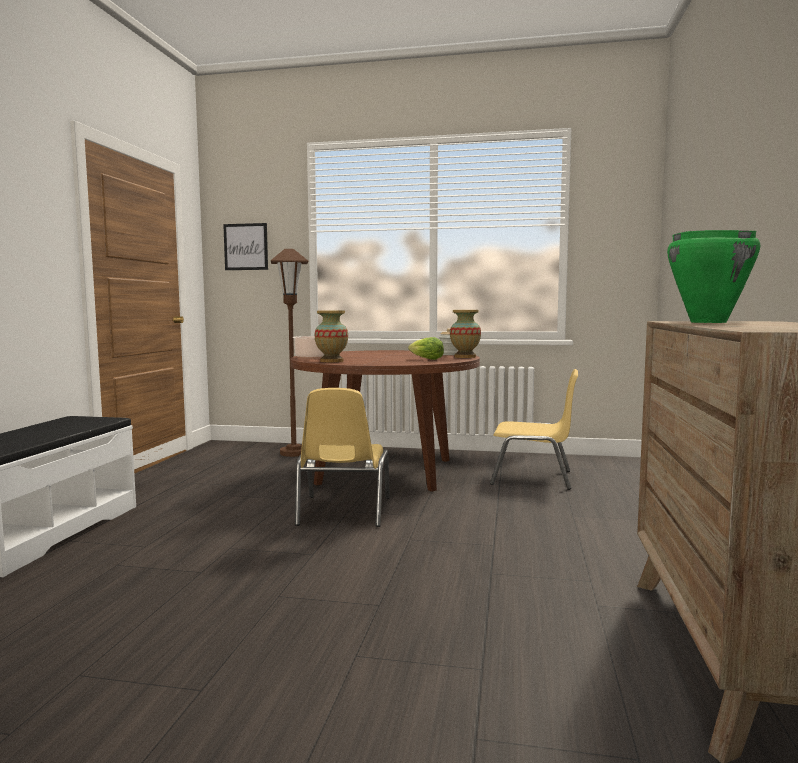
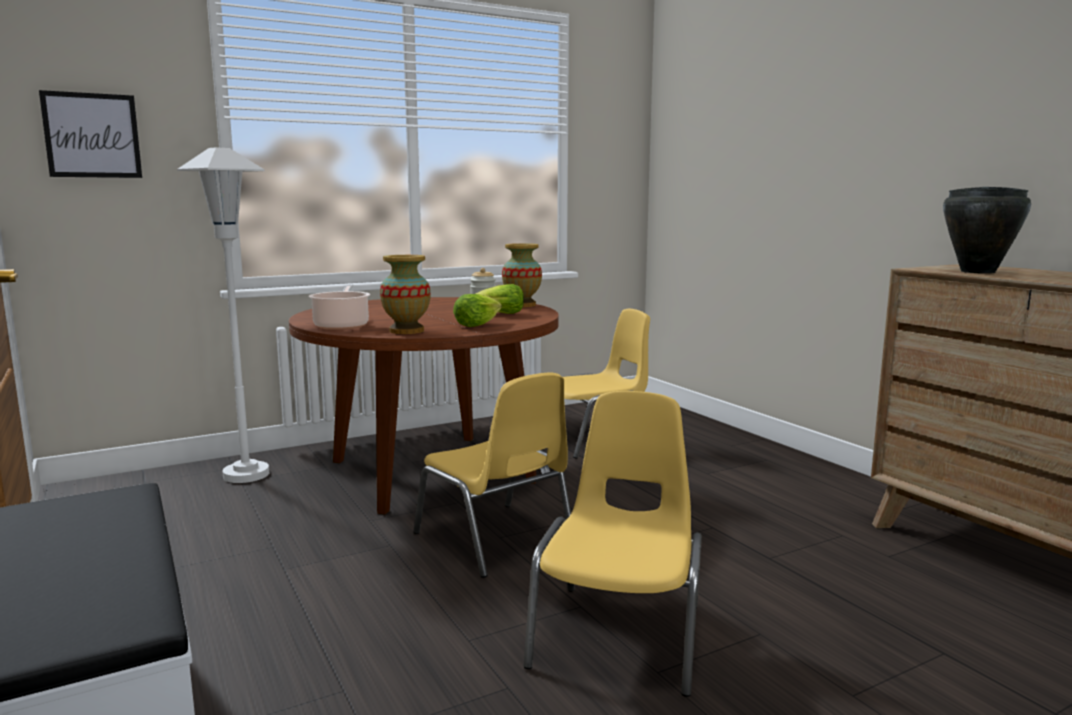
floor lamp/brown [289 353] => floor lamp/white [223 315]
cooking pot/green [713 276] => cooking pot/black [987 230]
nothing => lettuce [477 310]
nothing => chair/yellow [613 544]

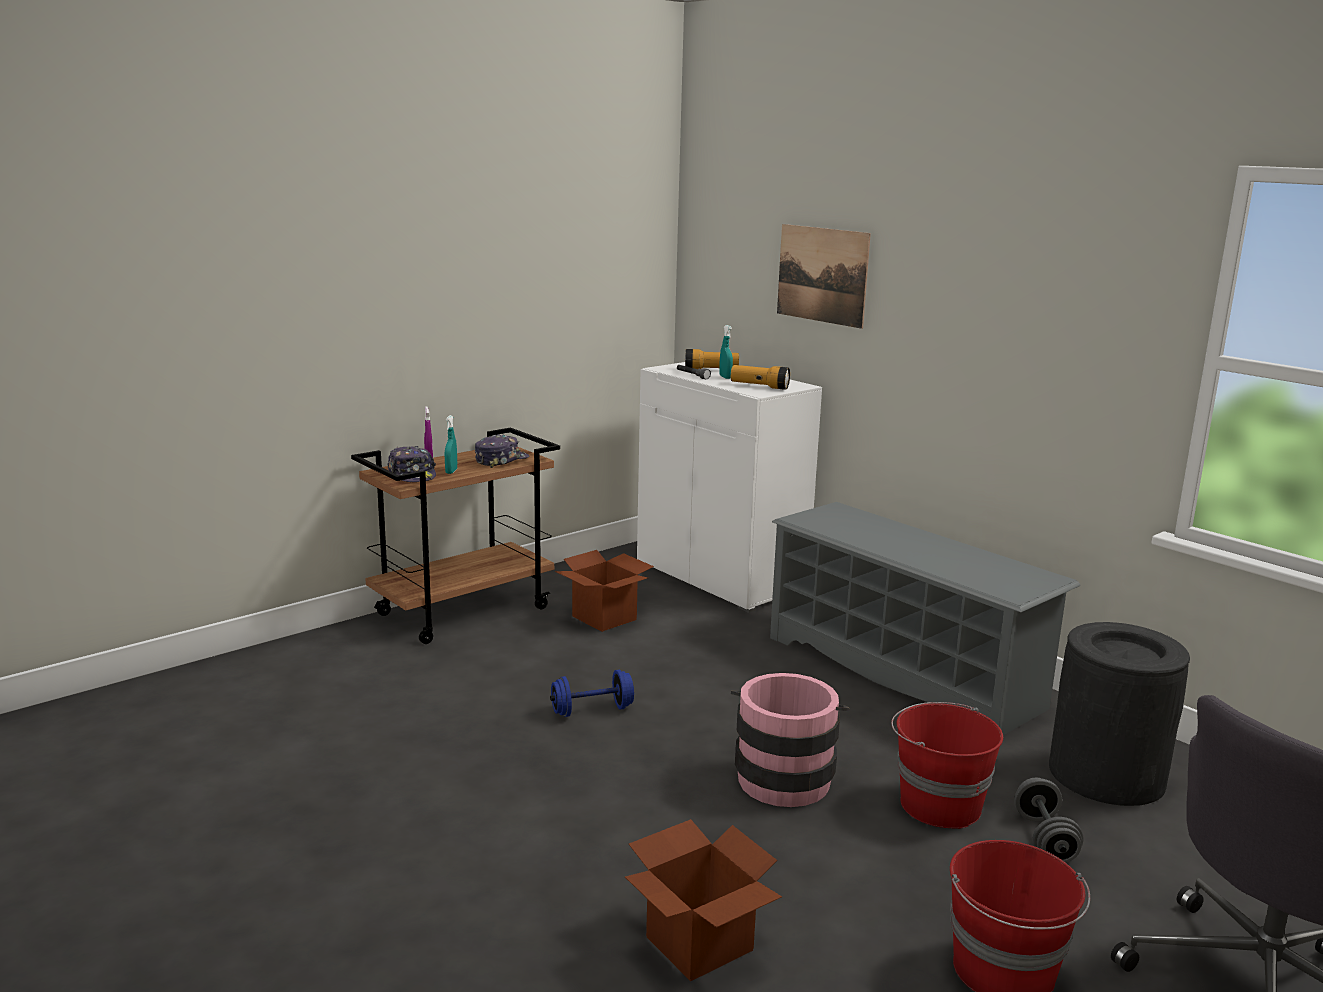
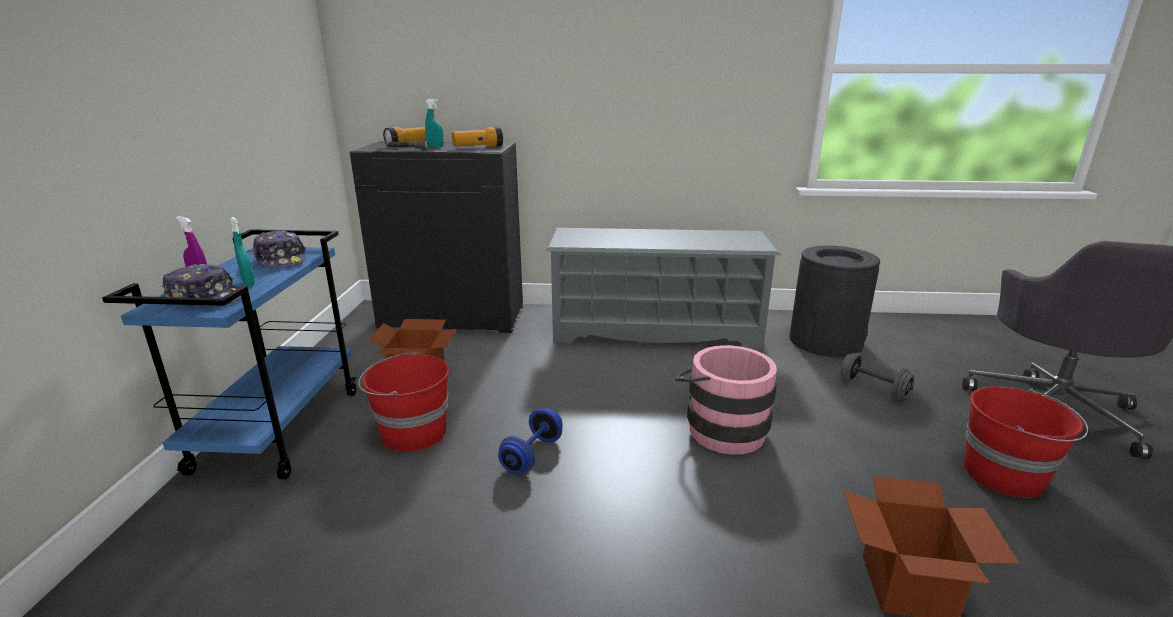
cart/brown [455 536] => cart/blue [229 354]
cap [502 451] => cap [279 249], 150 degrees clockwise
cabinet/white [729 487] => cabinet/black [436 237]
picture [824 276] => nothing
bucket/red [947 765] => bucket/red [403 402], moved

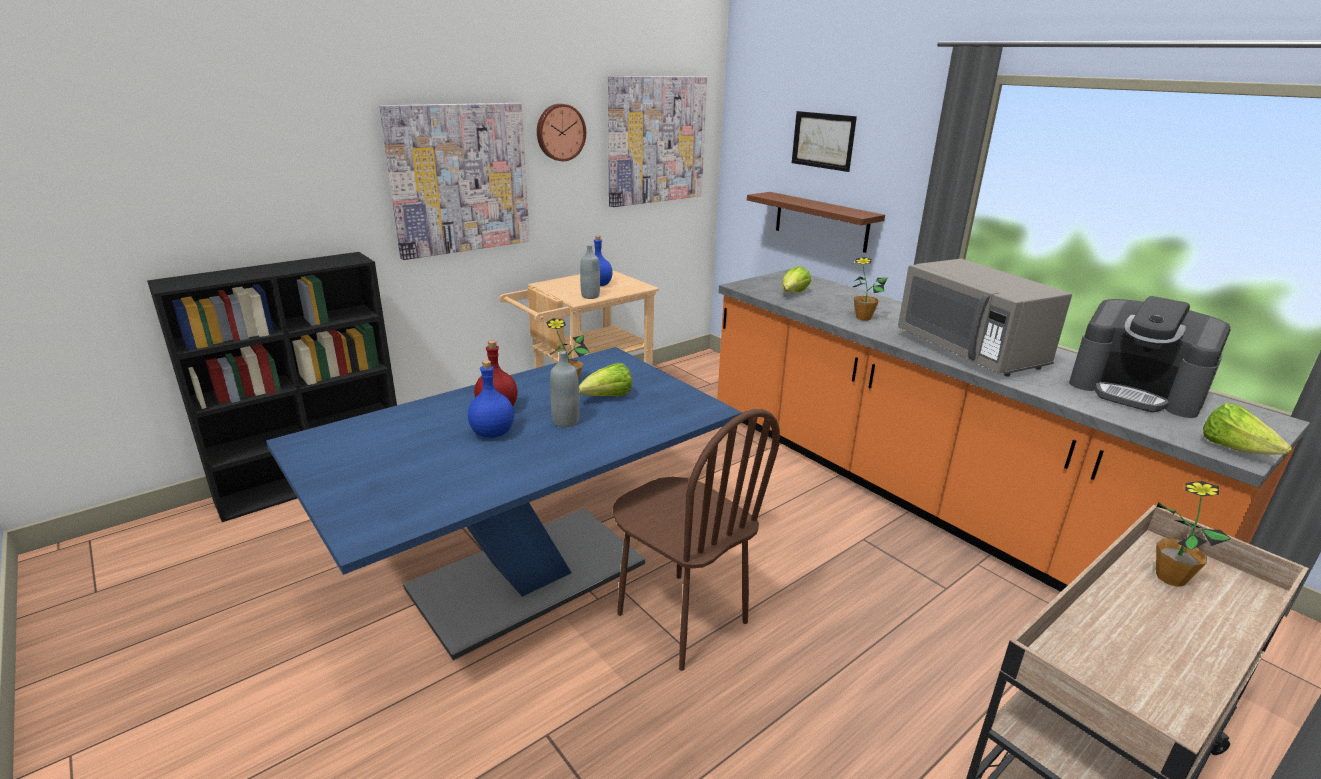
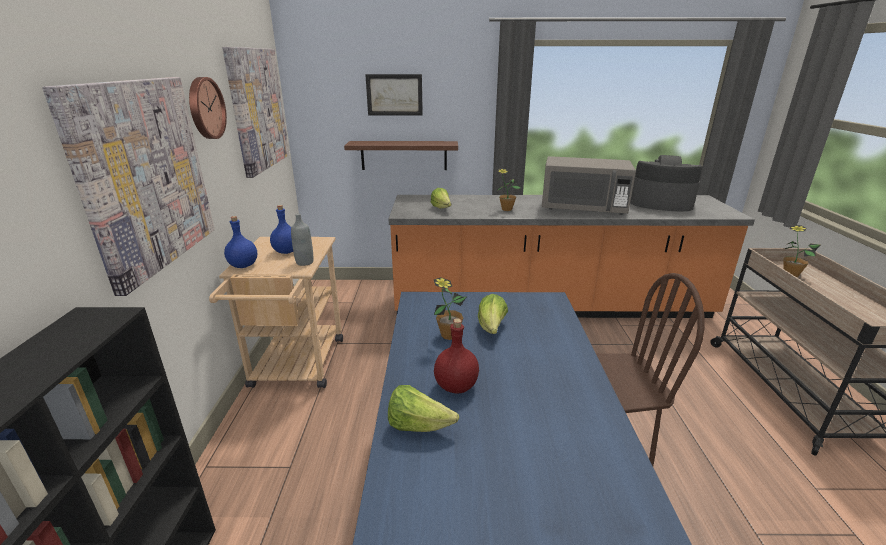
bottle/blue [491 399] => bottle/blue [240 242], moved
bottle/grey [565 389] => nothing
coffee machine [1150 357] => coffee machine [666 183], 150 degrees counterclockwise
lettuce [1247 429] => lettuce [423 408], moved

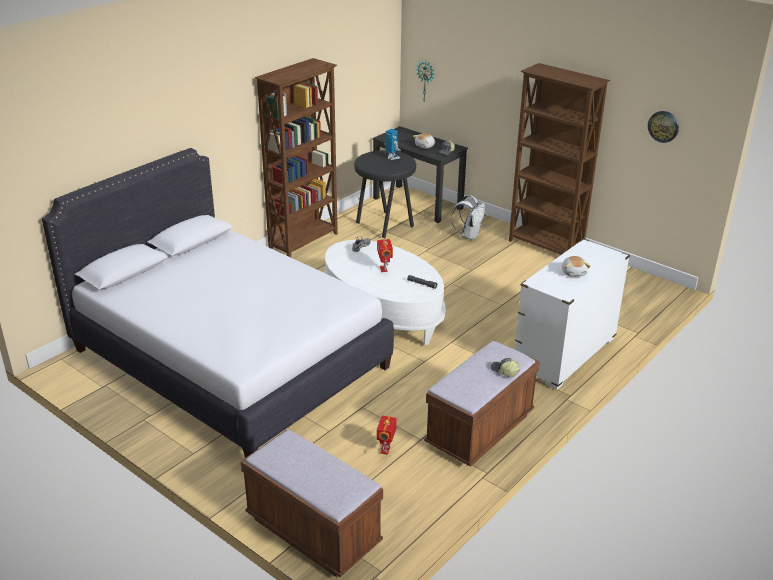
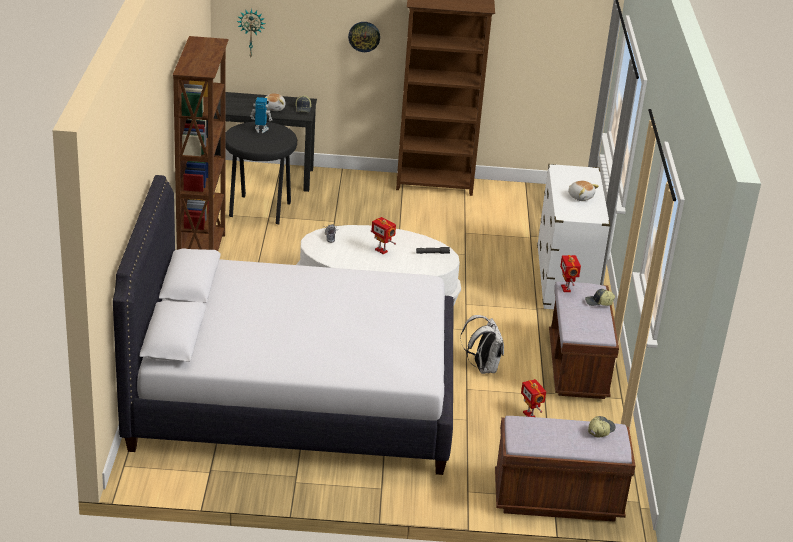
backpack/white [468 218] => backpack/white [482 344], moved
wall clock [663 127] => wall clock [364 37], moved
nothing => toy robot [570 273]
nothing => cap [602 427]

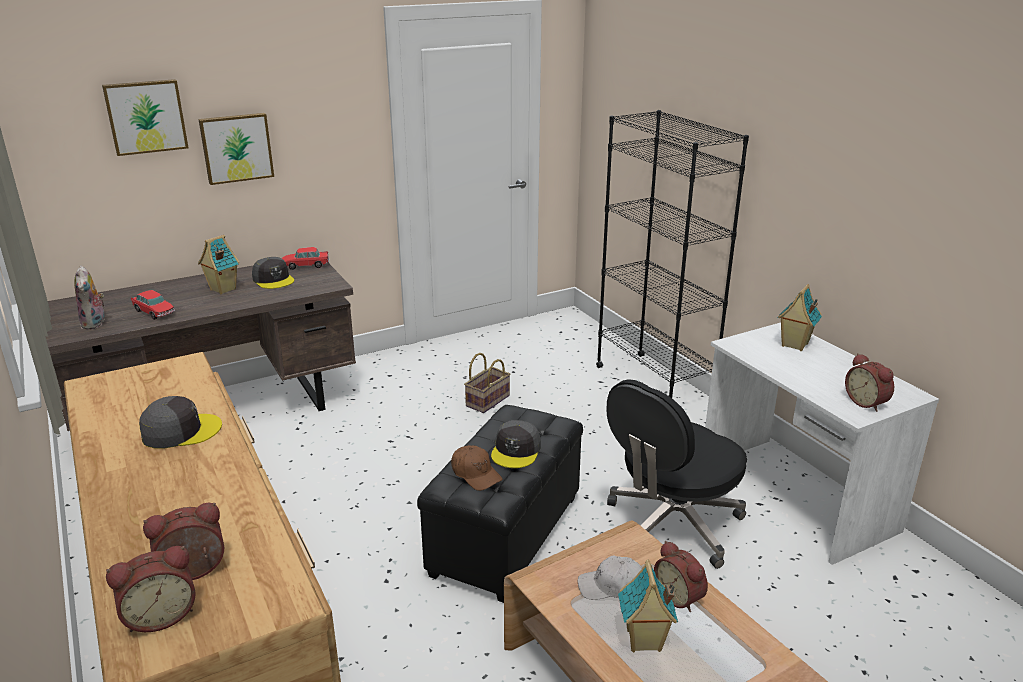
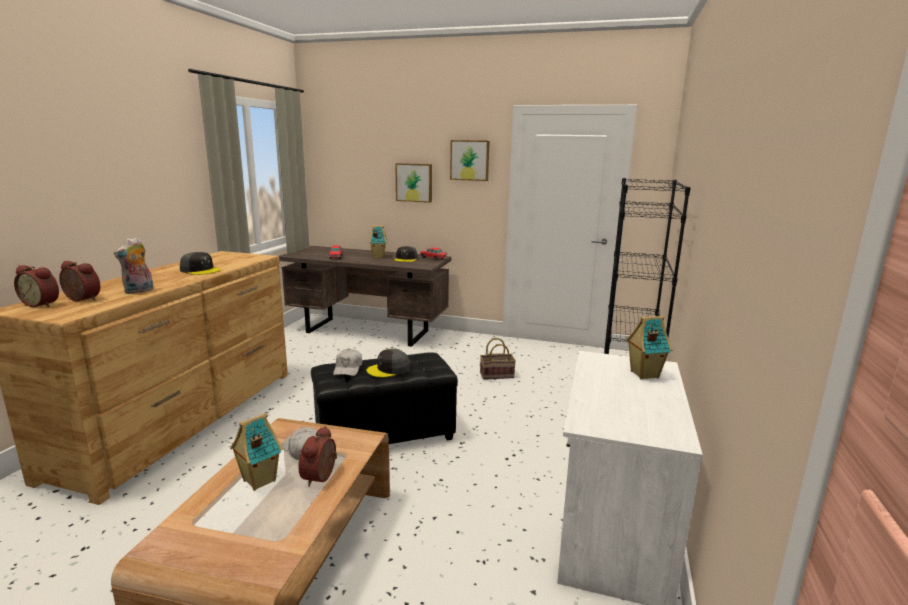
plush toy [89 298] => plush toy [133 265], moved
picture [145 117] => picture [470 160], moved
cap/brown [476 468] => cap/white [347 362]
office chair/black [677 474] => nothing
alarm clock [869 382] => nothing

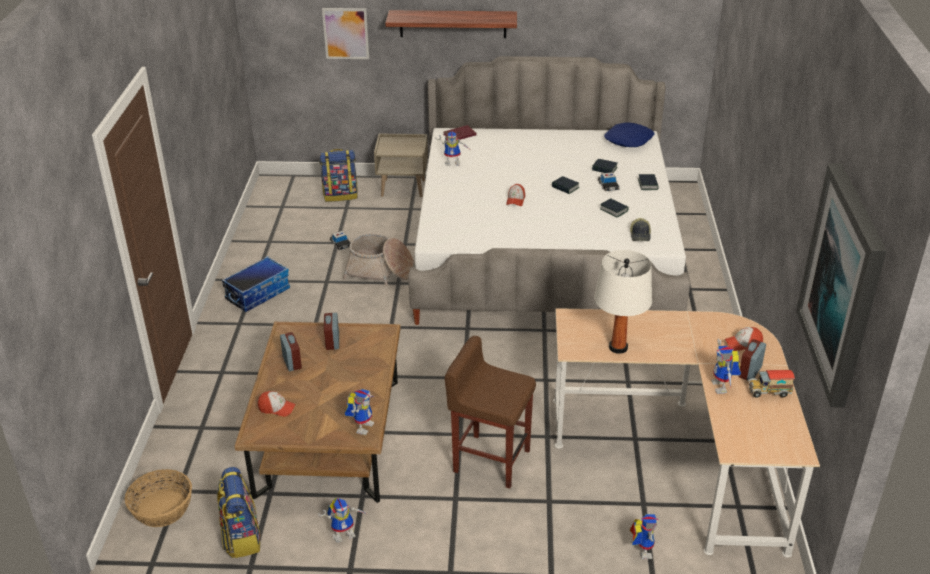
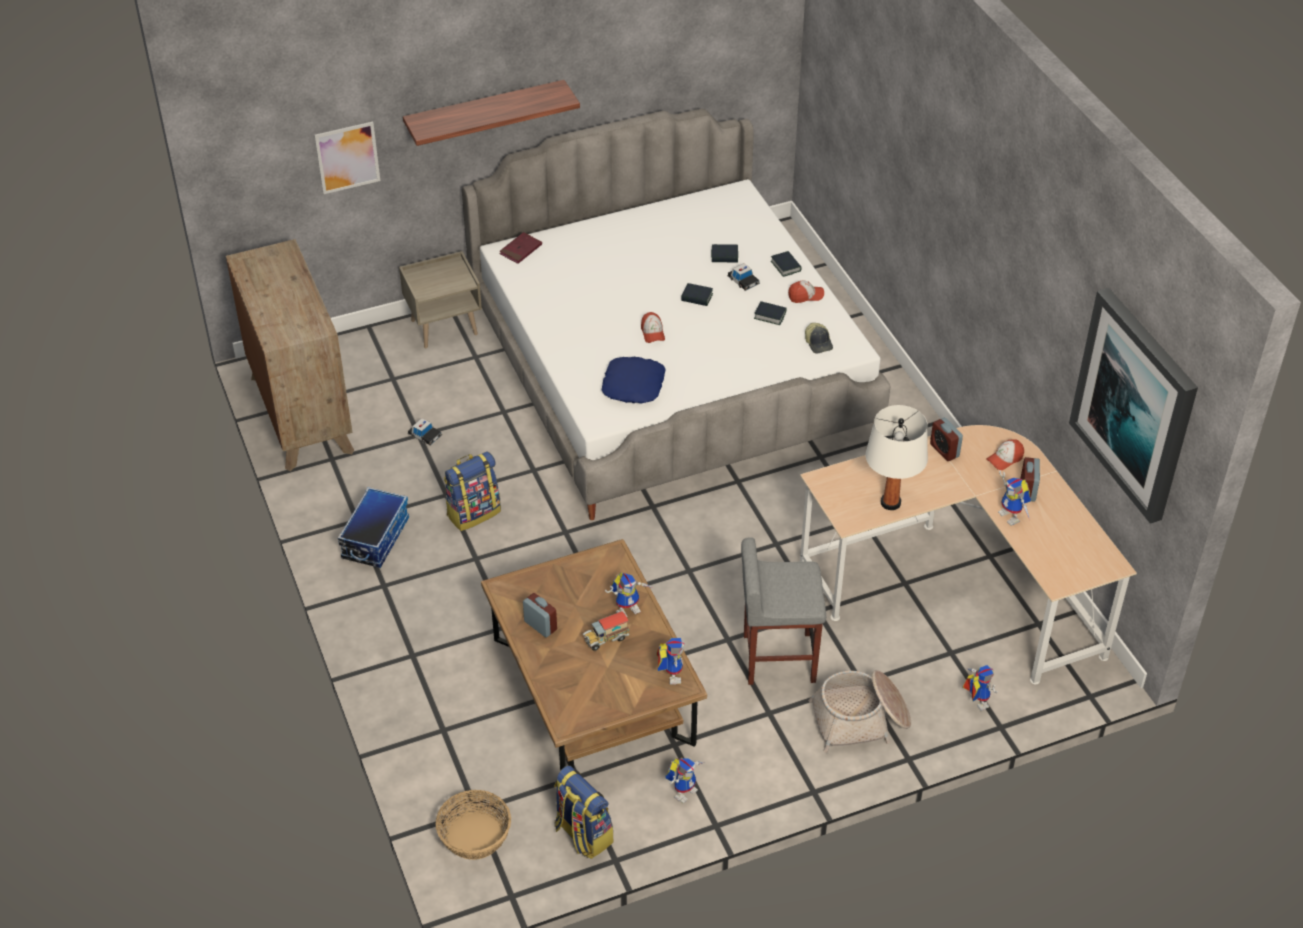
cap [277 404] => cap [806 292], moved
backpack [338 175] => backpack [472 491], moved
alarm clock [331 331] => alarm clock [946 439], moved
basket [378 260] => basket [859 711], moved
toy robot [452 148] => toy robot [629 595], moved
stool/brown [490 412] => stool/grey [783 611]
pillow/blue [629 134] => pillow/blue [634 380], moved
toy truck [771 384] => toy truck [606 631], moved
nothing => dresser/brown [290 355]

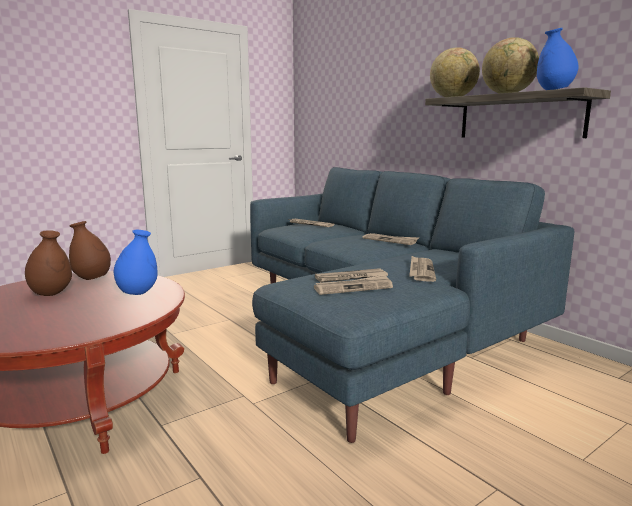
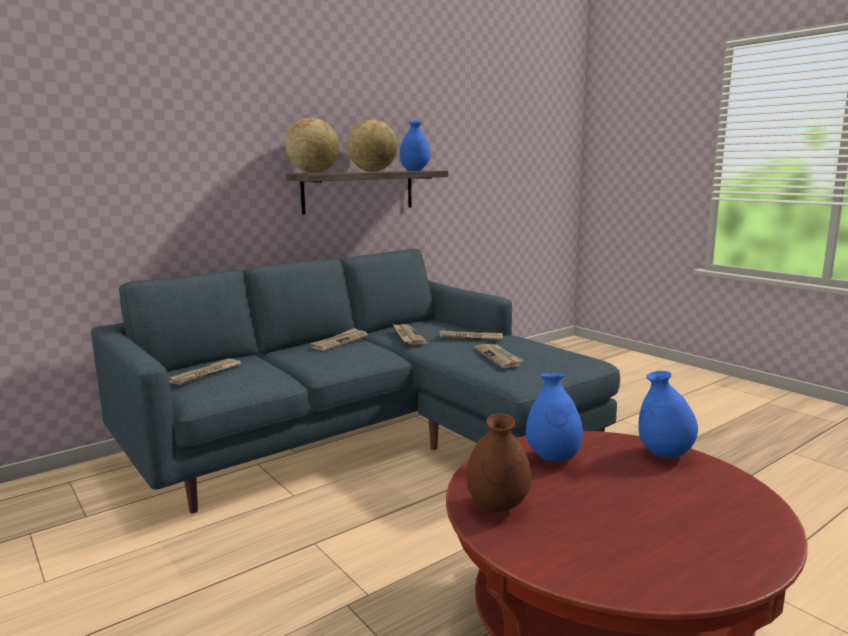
vase/brown [48 263] => nothing
newspaper [353 285] => newspaper [410 334], moved
nothing => vase/blue [668 414]

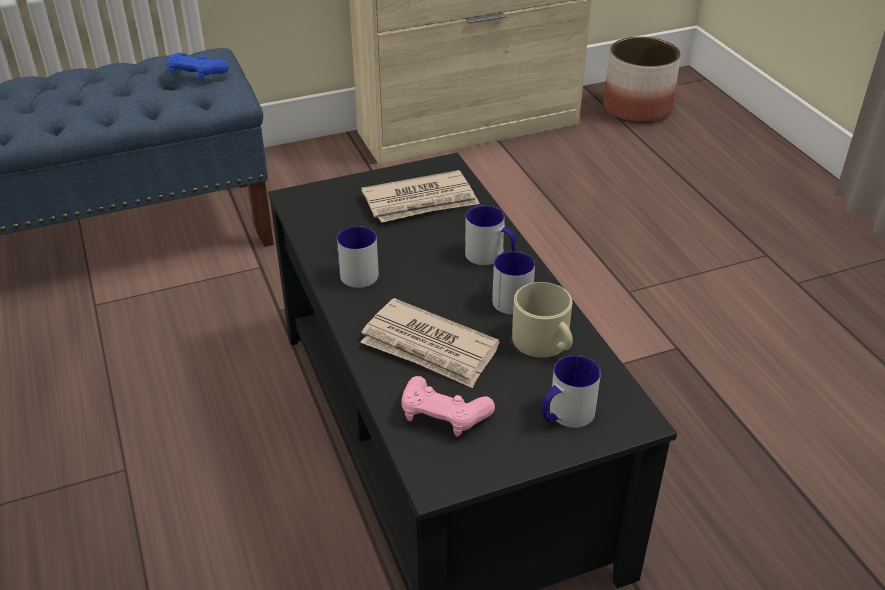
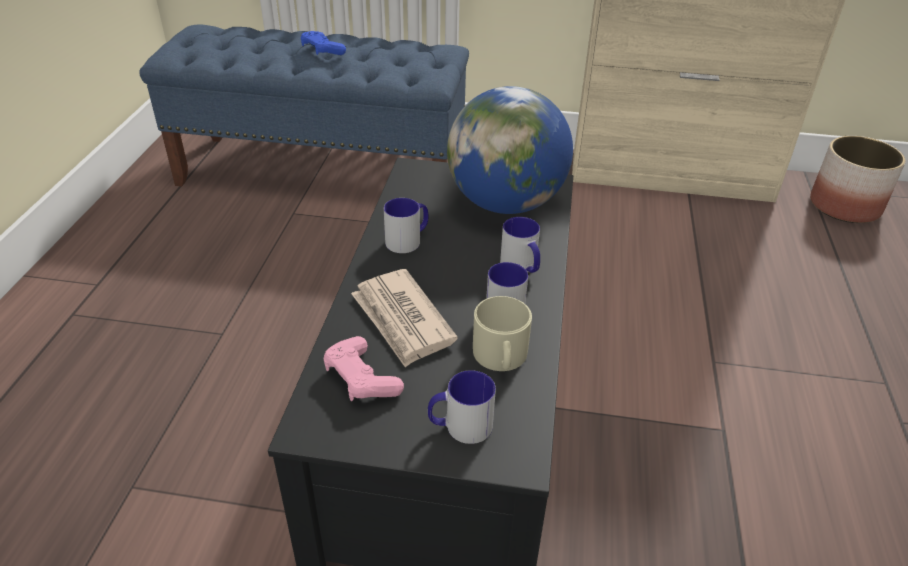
game controller/blue [197 66] => game controller/blue [323 43], moved
newspaper [420 196] => globe [510 150]

